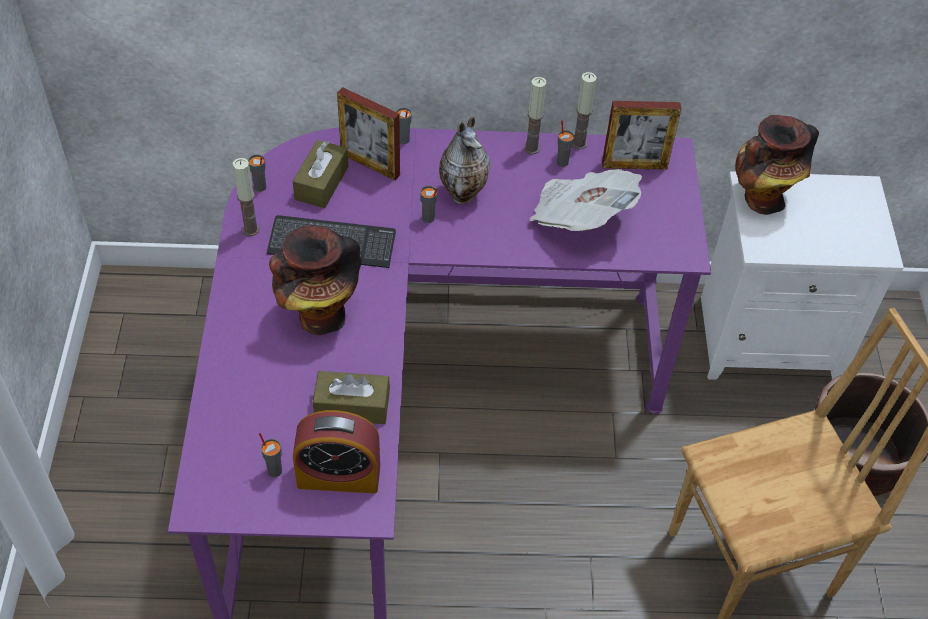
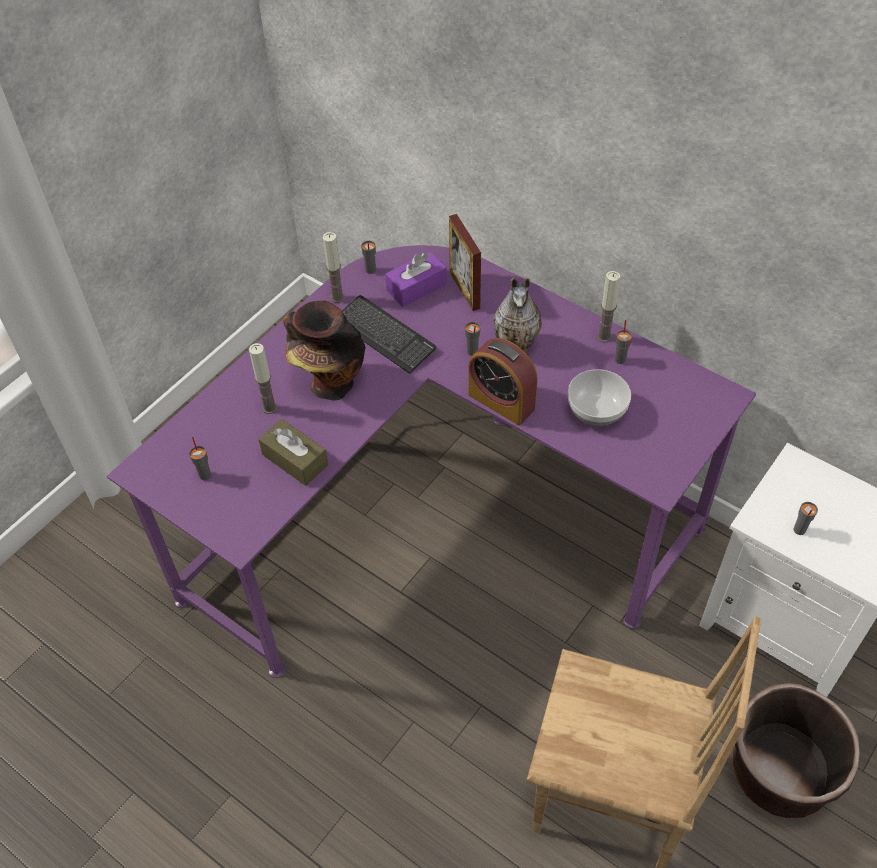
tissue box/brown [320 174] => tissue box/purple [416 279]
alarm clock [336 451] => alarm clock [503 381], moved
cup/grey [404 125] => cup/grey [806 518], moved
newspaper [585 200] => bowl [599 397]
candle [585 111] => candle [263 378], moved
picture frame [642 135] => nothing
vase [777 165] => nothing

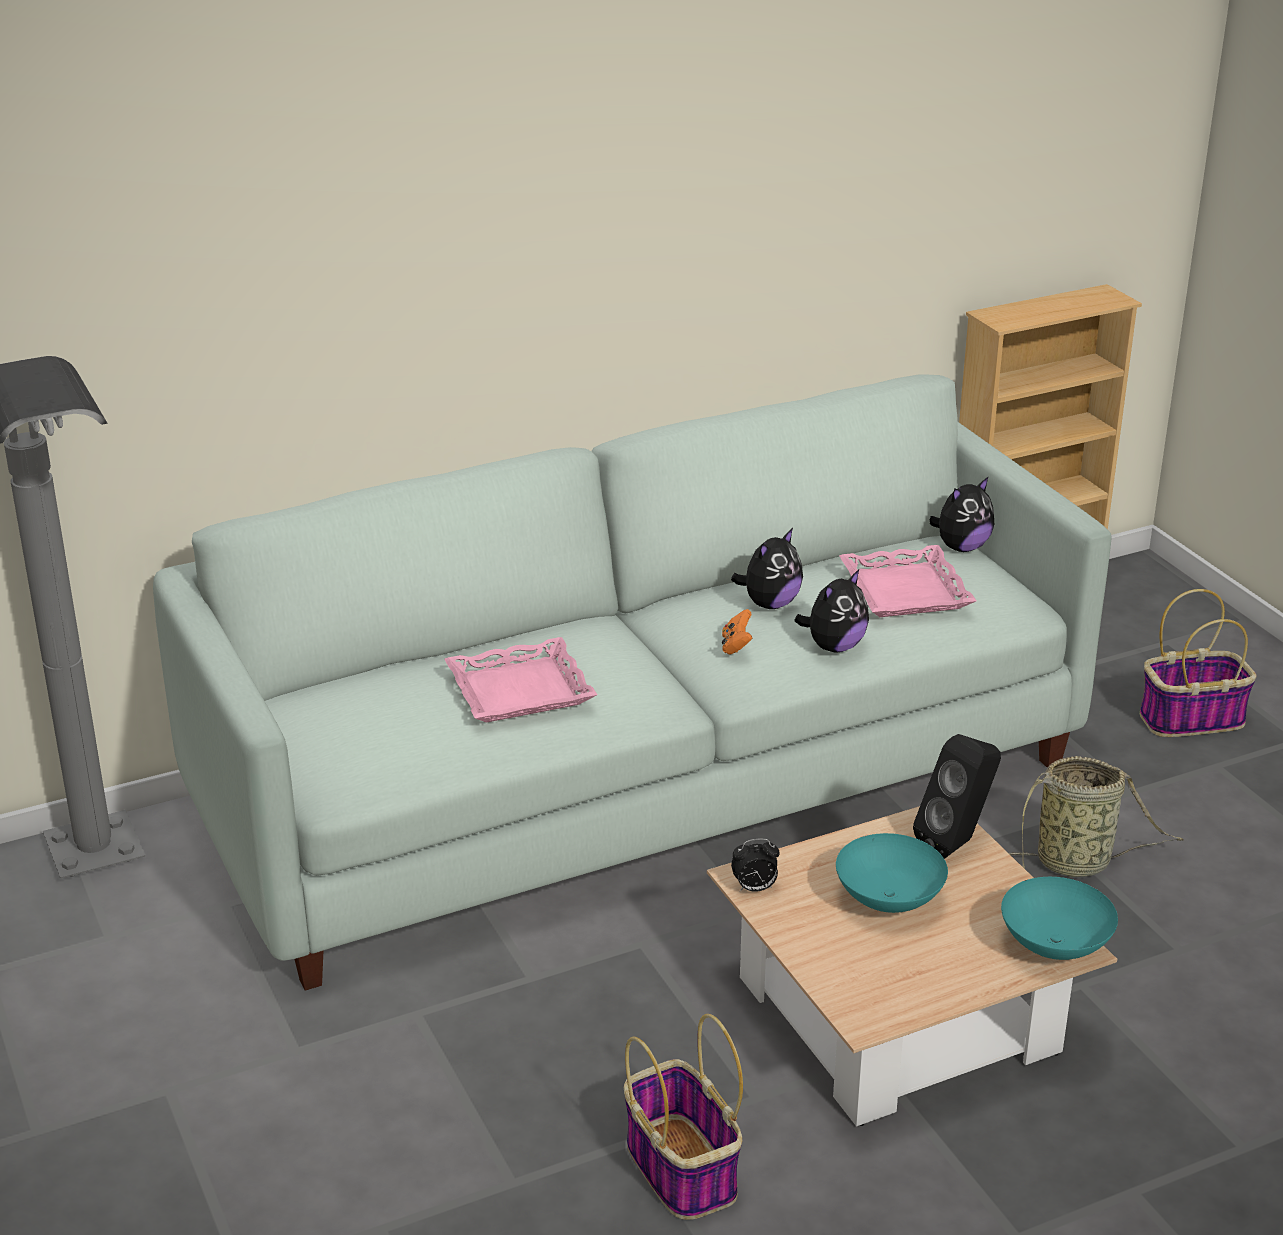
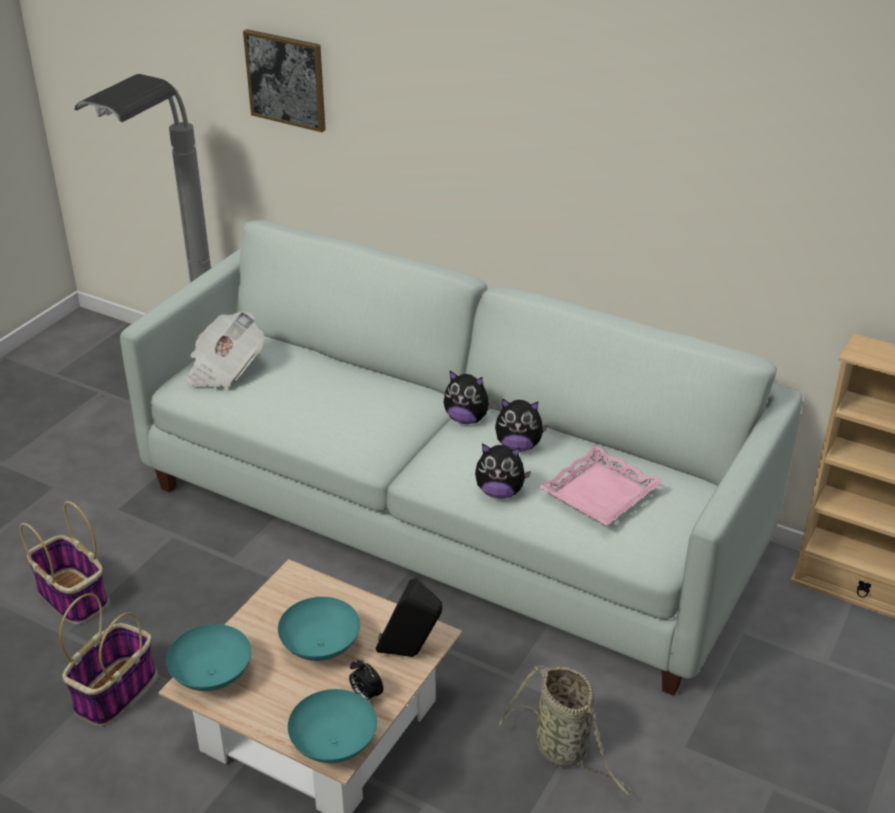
tray/pink [520 680] => nothing
game controller/orange [737 631] => nothing
alarm clock [755 865] => alarm clock [366 681], moved
plush toy [961 514] => plush toy [469 397], moved
basket [1198 663] => basket [64 562], moved
nothing => bowl/turquoise [208 657]
nothing => newspaper [225 349]
nothing => picture [284 80]

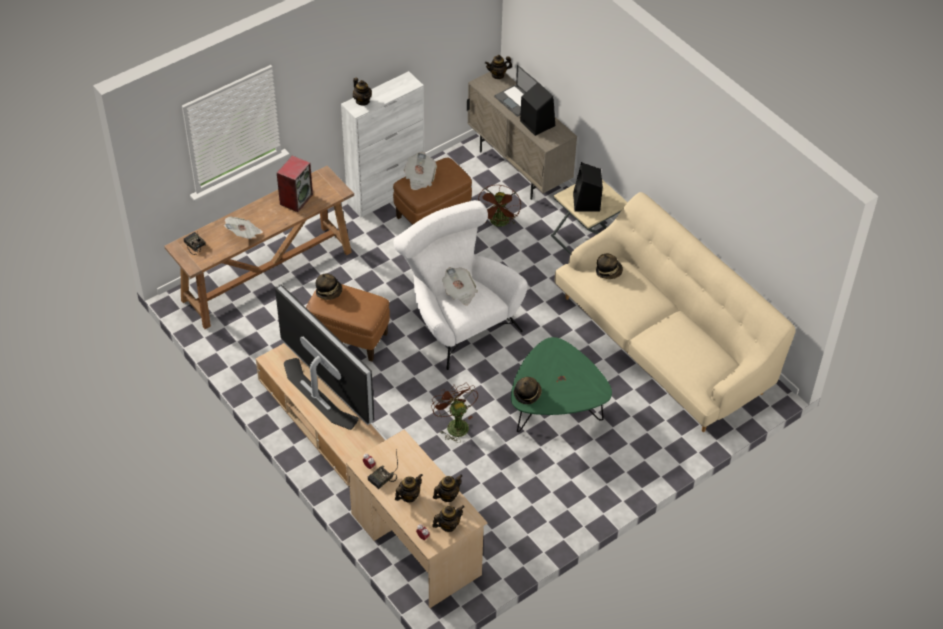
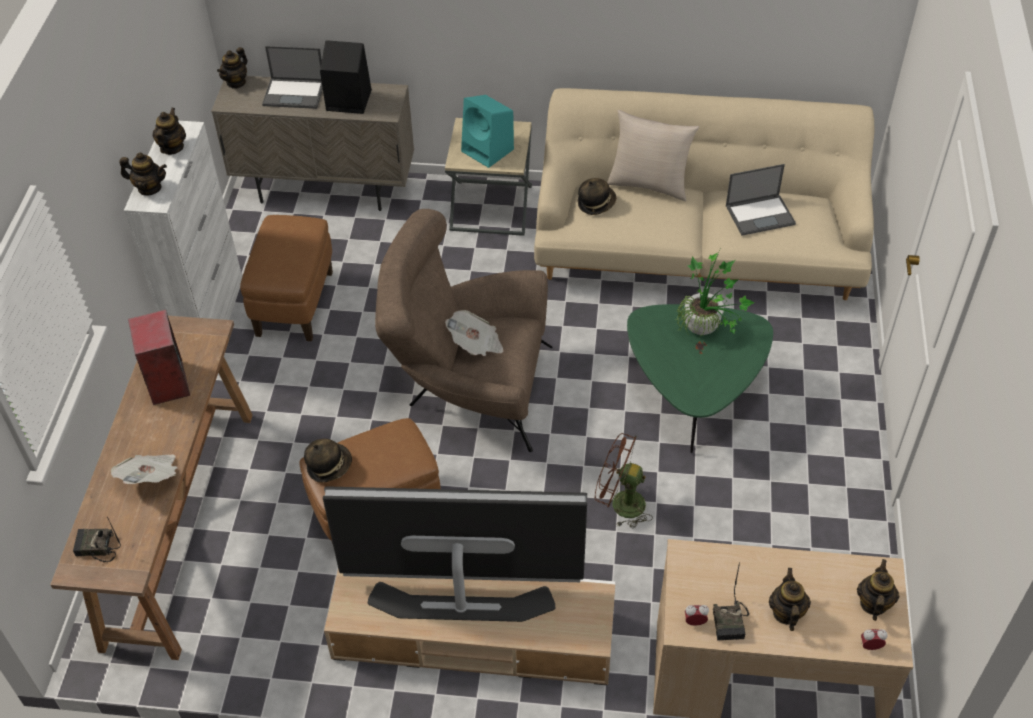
armchair/white [460 285] => armchair/brown [464 330]
newspaper [420 171] => nothing
teapot [448 488] => teapot [169 131], moved
fan/brown [499 206] => nothing
hat [528 390] => nothing
speaker/black [588 187] => speaker/turquoise [487 131]
nothing => pillow/beige [653 155]
nothing => potted plant [715 293]
nothing => laptop [761 200]

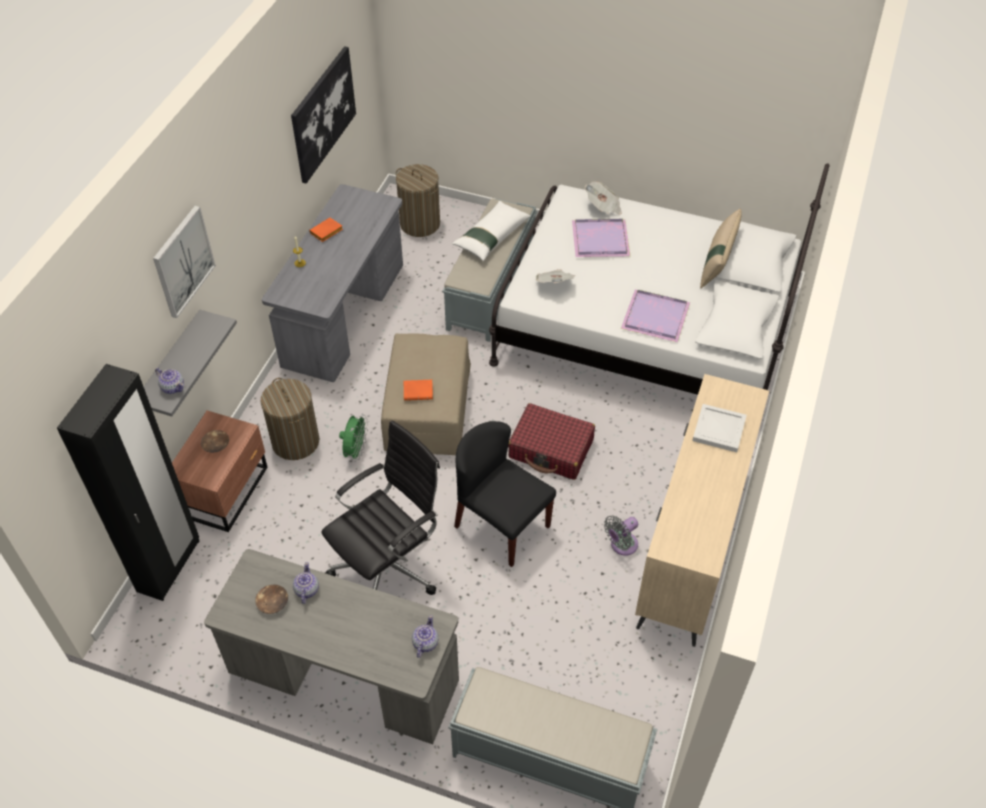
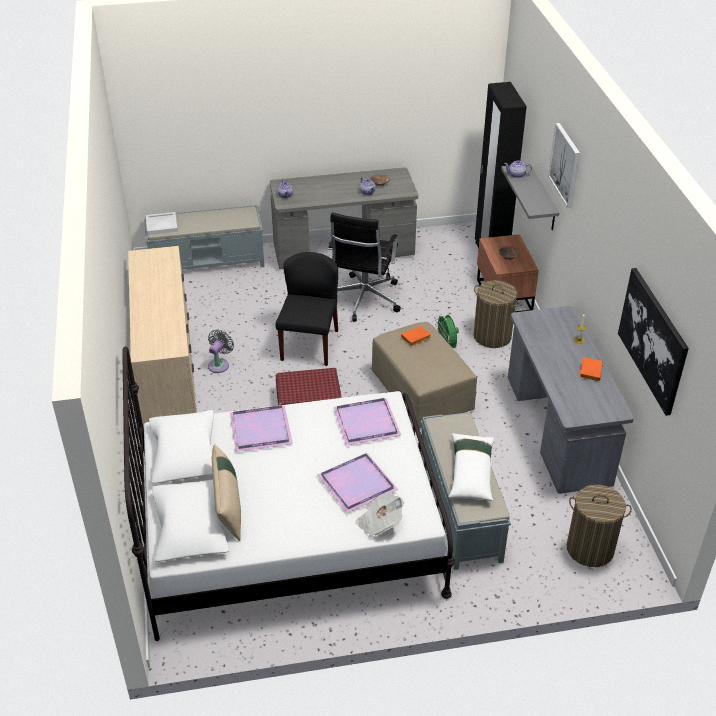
chair/black [505 494] => chair/black [306 309], 90 degrees counterclockwise
newspaper [555 276] => tray/purple [367 422]
tray/white [719 428] => tray/white [162 223], moved

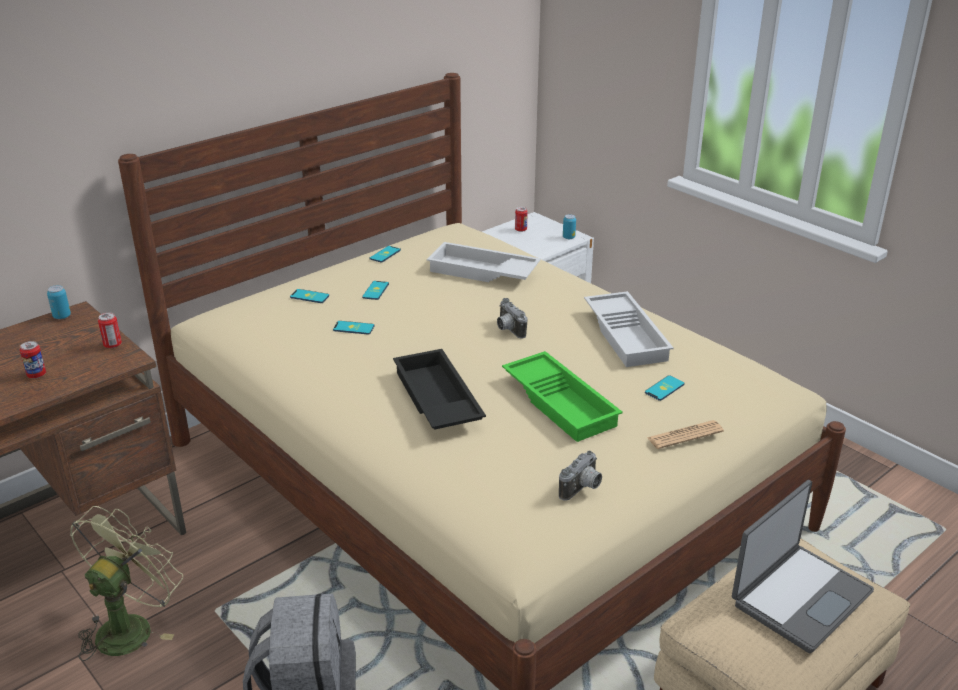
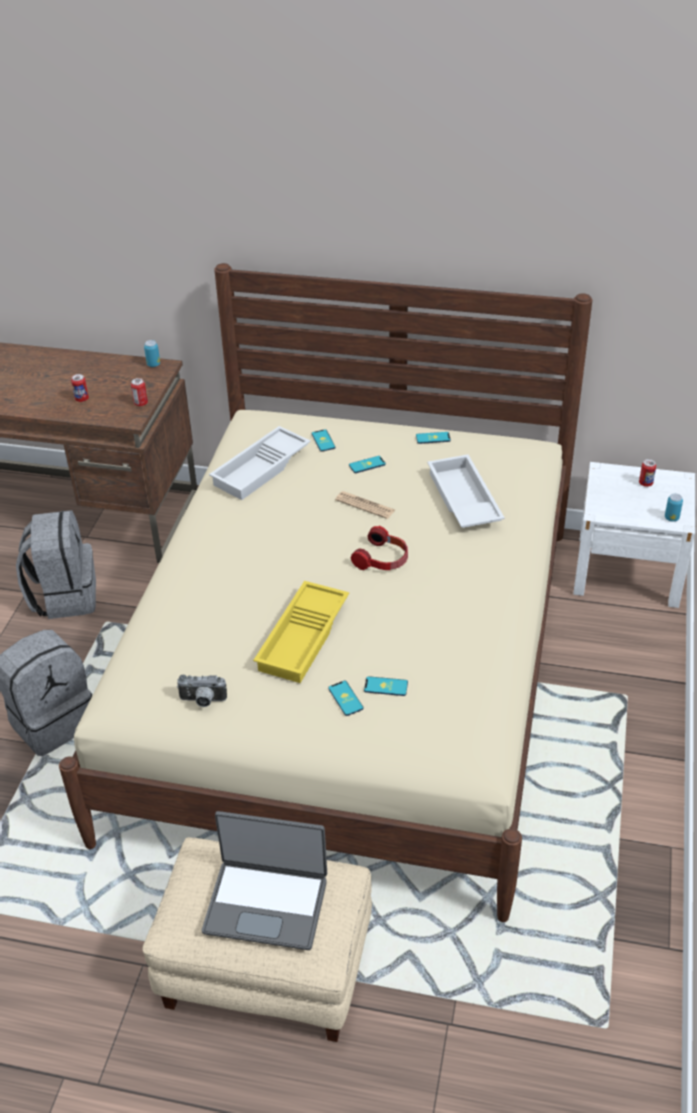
fan/green [126 583] => backpack/grey [56 564]
phone [353 328] => phone [345 698], moved
tray/black [439 389] => nothing
photo camera [512 318] => headphones [379 548]
tray/green [562 396] => tray/yellow [301 632]
tray/white [629 329] => tray/white [260 463], moved
newspaper [685 434] => newspaper [365 505], moved

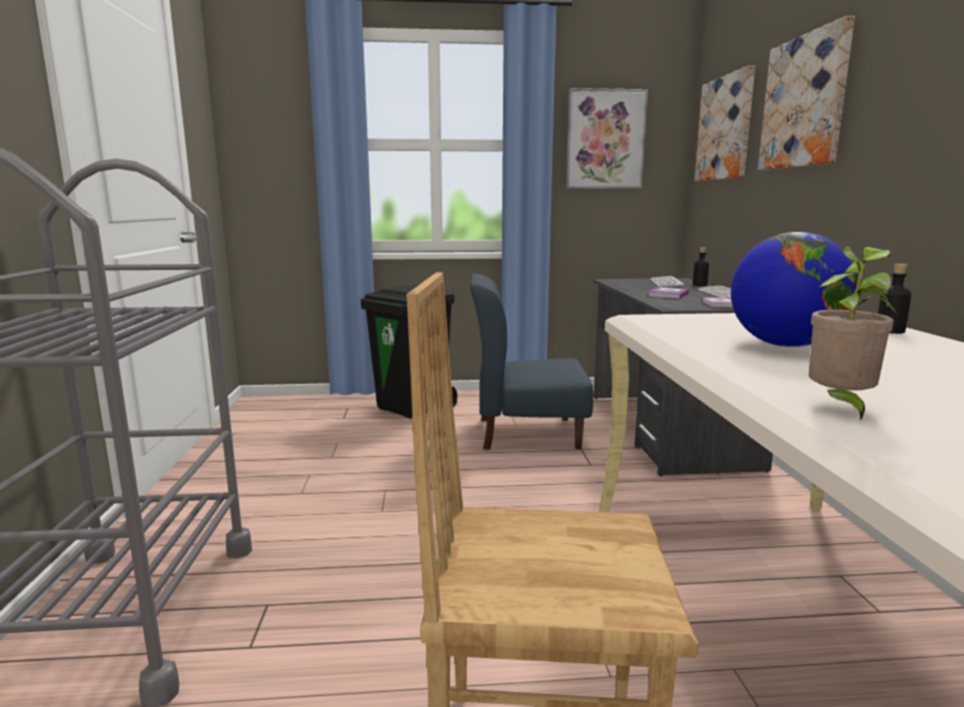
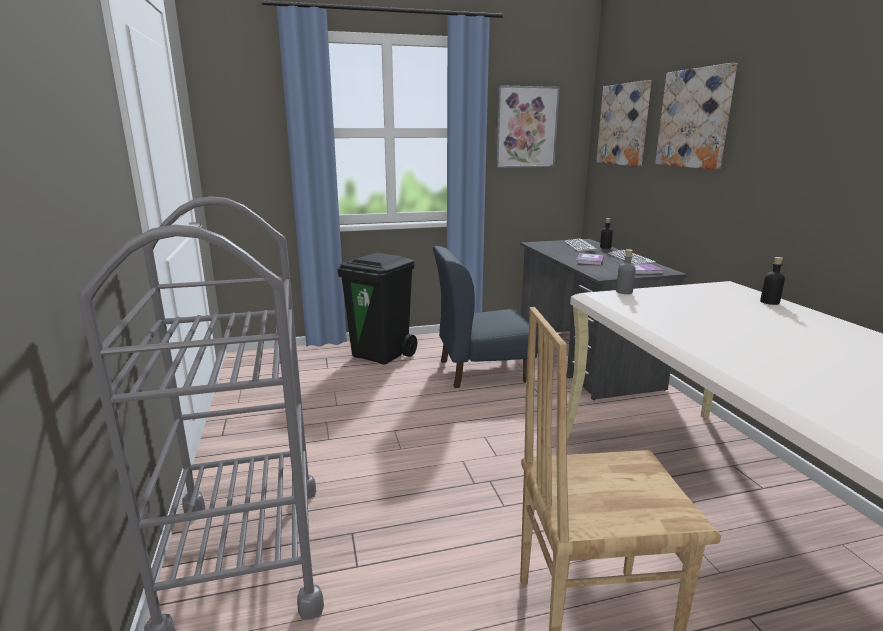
globe [794 289] => nothing
potted plant [853 333] => nothing
nothing => bottle/grey [626 271]

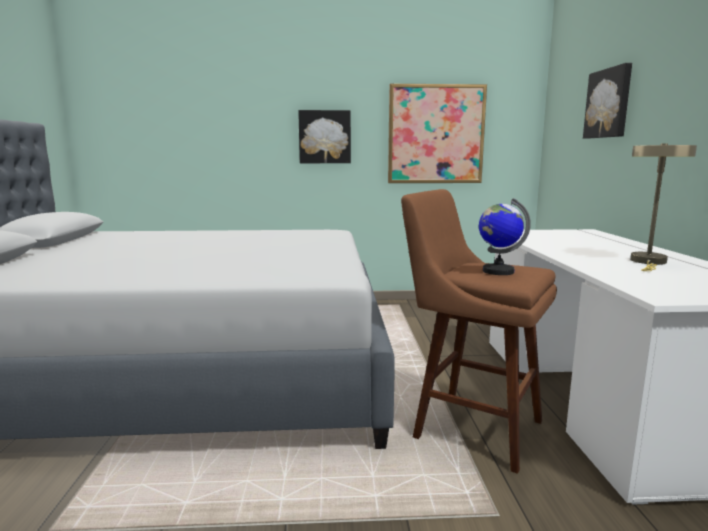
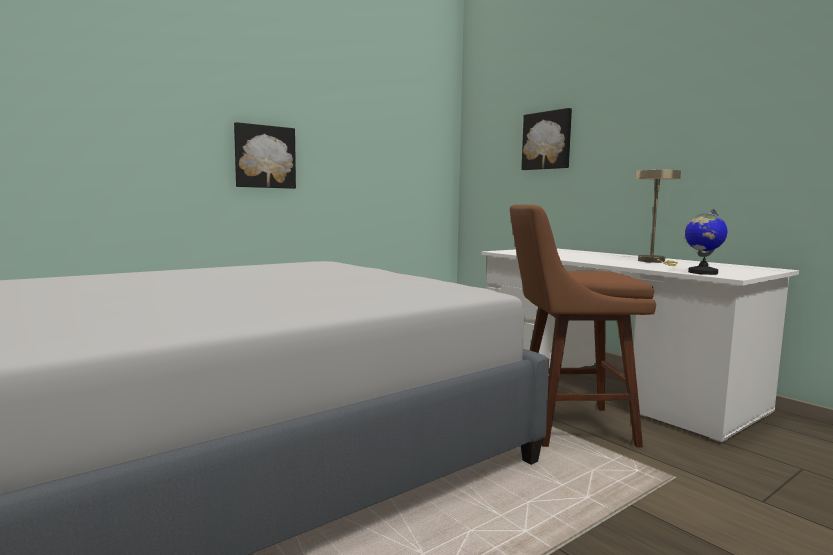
picture [437 133] => nothing
globe [505 236] => globe [706 242], moved

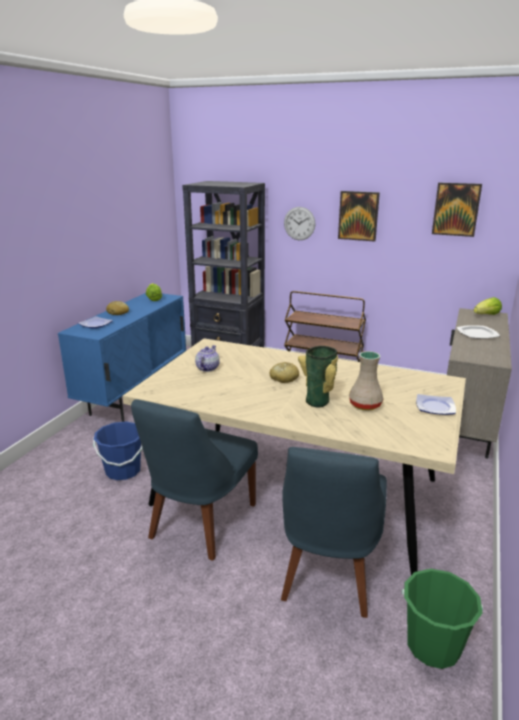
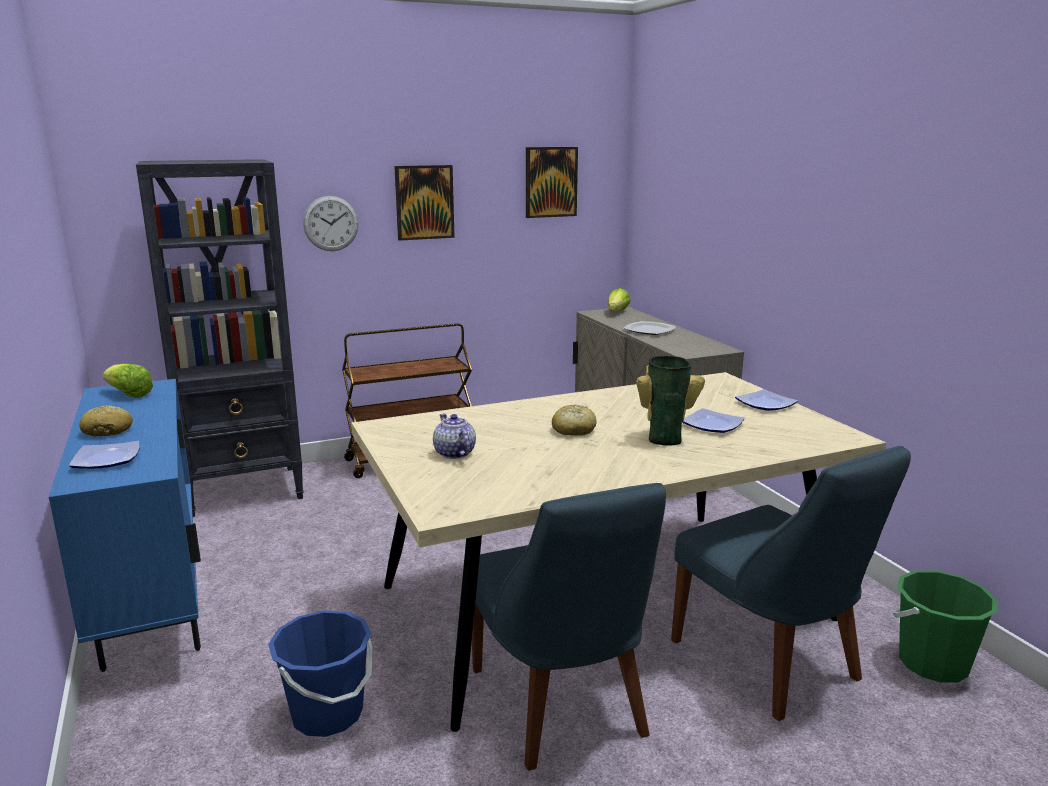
vase/beige [366 380] => plate [713 420]

